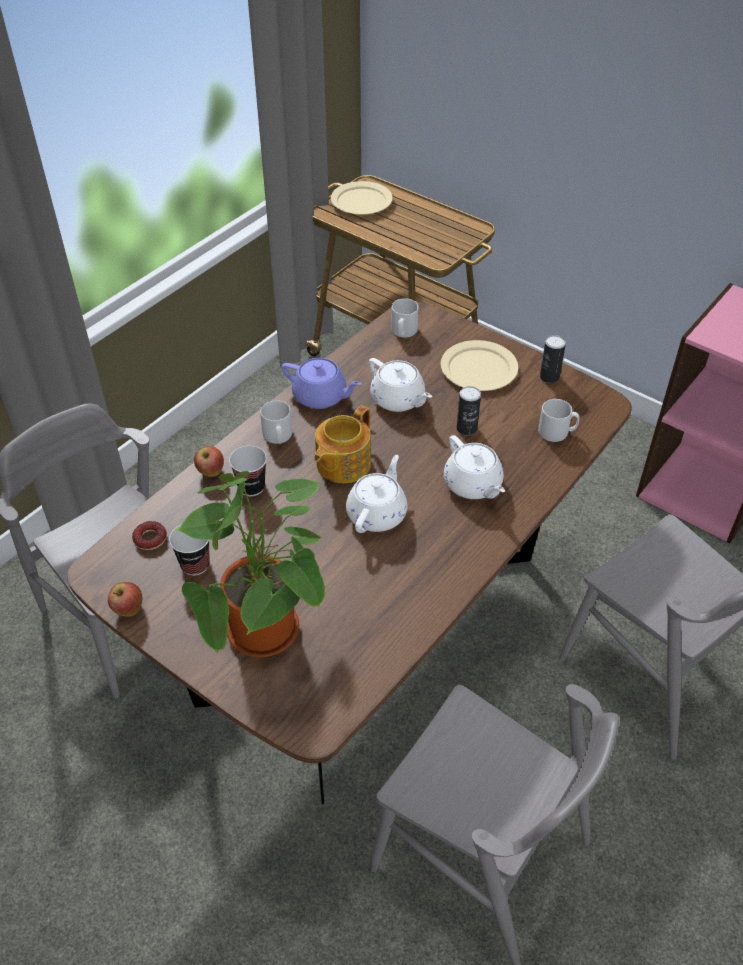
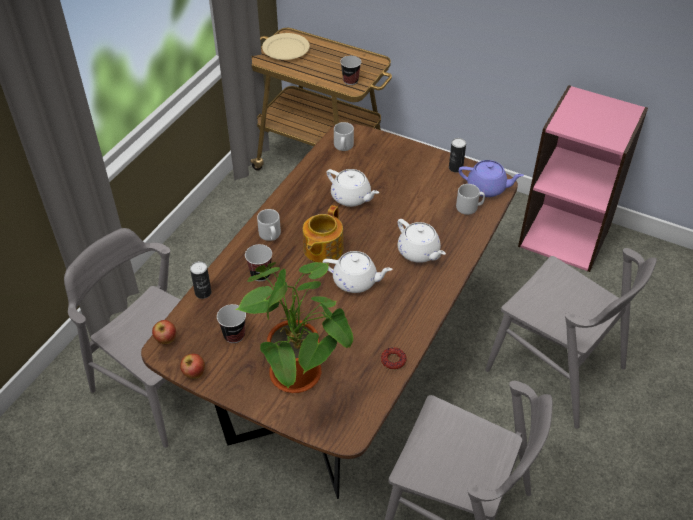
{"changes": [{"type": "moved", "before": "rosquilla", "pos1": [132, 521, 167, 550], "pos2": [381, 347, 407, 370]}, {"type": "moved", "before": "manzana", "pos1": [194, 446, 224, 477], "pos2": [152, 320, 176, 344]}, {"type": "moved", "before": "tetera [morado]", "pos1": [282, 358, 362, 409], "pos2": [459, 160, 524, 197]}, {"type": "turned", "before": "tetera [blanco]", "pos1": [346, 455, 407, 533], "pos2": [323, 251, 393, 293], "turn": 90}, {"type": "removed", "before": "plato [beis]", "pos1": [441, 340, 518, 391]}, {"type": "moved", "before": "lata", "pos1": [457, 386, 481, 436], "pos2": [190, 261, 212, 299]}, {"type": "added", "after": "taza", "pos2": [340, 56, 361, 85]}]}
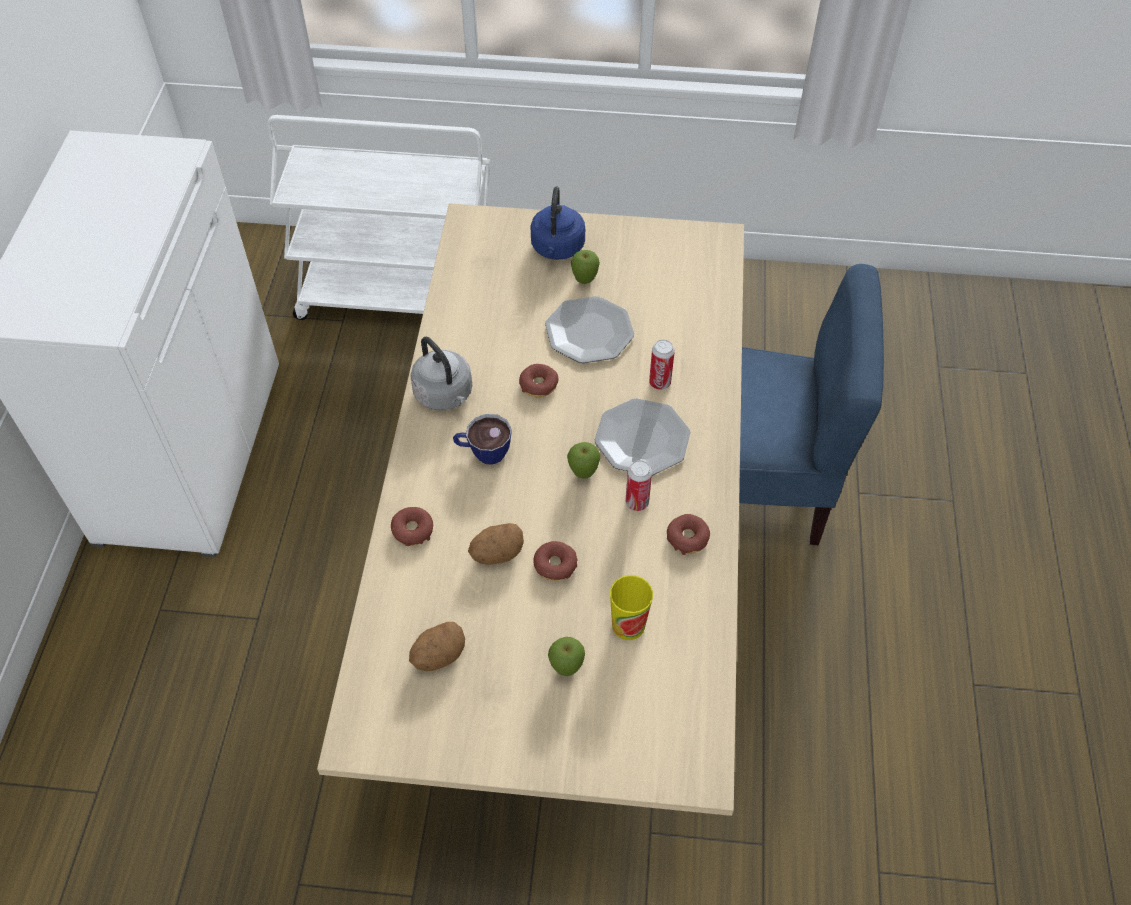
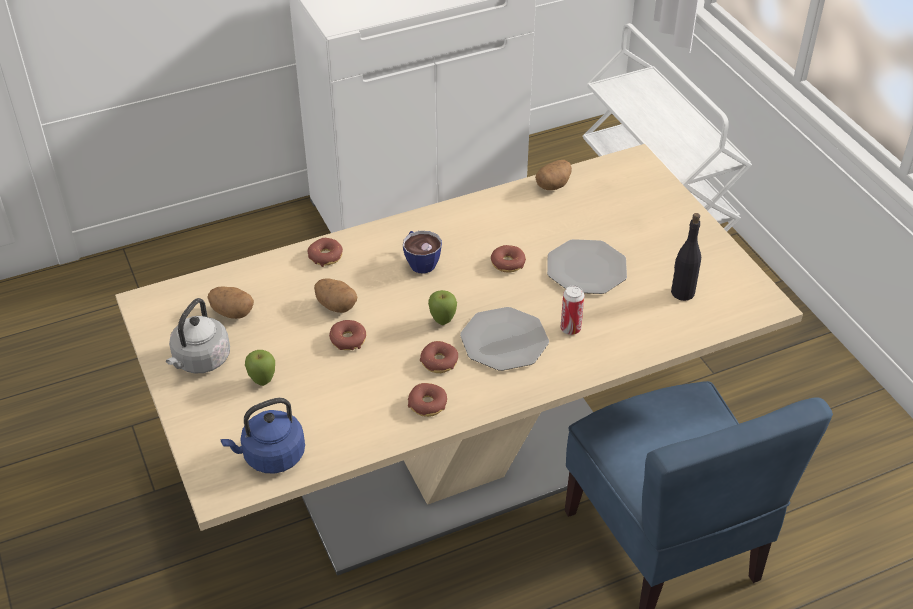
{"changes": [{"type": "moved", "before": "hervidor [gris]", "pos1": [410, 337, 472, 411], "pos2": [166, 298, 230, 374]}, {"type": "moved", "before": "hervidor [azul]", "pos1": [530, 186, 585, 260], "pos2": [220, 398, 305, 473]}, {"type": "removed", "before": "manzana", "pos1": [571, 250, 600, 284]}, {"type": "removed", "before": "taza", "pos1": [610, 575, 653, 640]}, {"type": "replaced", "before": "lata", "after": "rosquilla", "pos1": [625, 460, 652, 511], "pos2": [420, 341, 458, 373]}, {"type": "added", "after": "patata", "pos2": [535, 160, 572, 190]}, {"type": "added", "after": "botella [negro]", "pos2": [671, 213, 701, 301]}]}
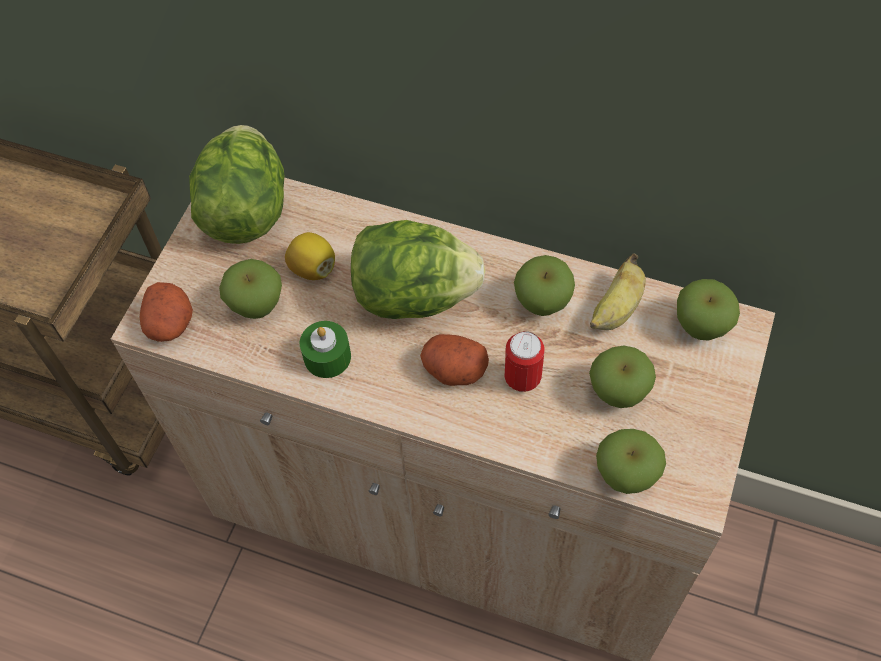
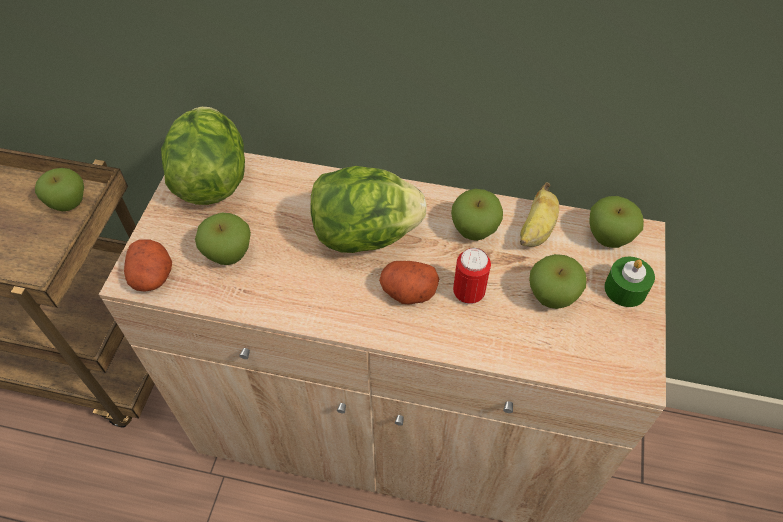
{"changes": [{"type": "removed", "before": "limón", "pos1": [285, 232, 335, 280]}, {"type": "moved", "before": "vela [verde]", "pos1": [300, 321, 351, 378], "pos2": [604, 257, 655, 307]}, {"type": "moved", "before": "manzana", "pos1": [596, 429, 666, 494], "pos2": [35, 168, 84, 211]}]}
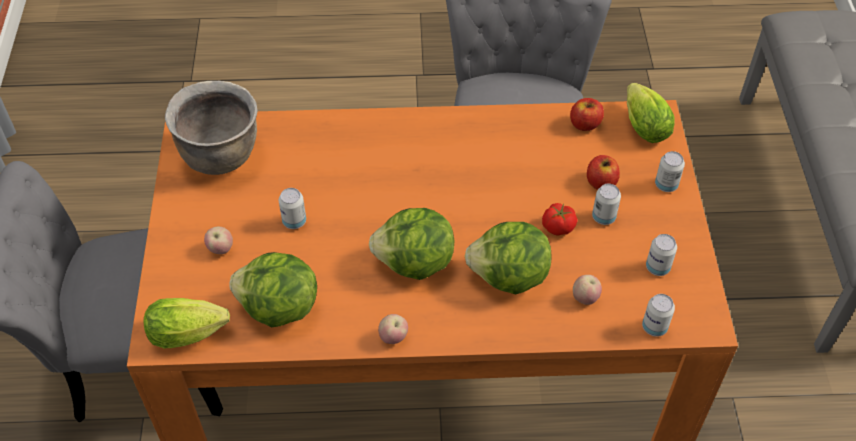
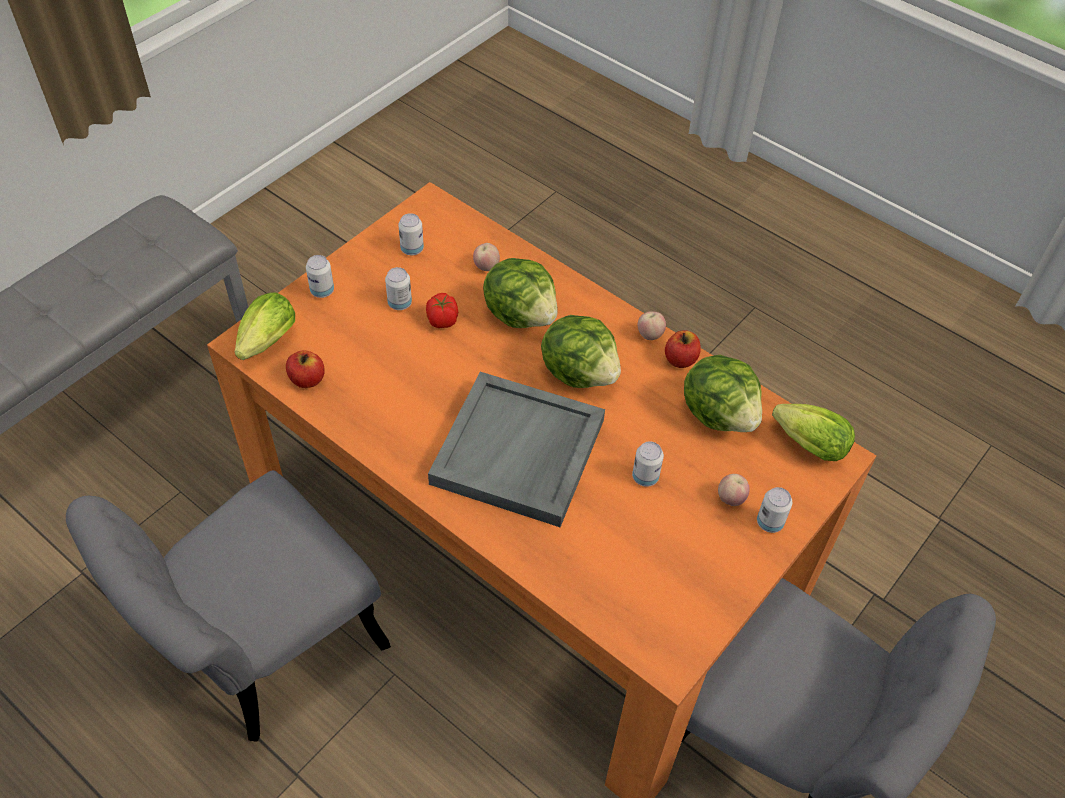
{"changes": [{"type": "removed", "before": "olla [marrón]", "pos1": [165, 81, 258, 175]}, {"type": "moved", "before": "manzana", "pos1": [587, 155, 620, 190], "pos2": [665, 330, 701, 368]}, {"type": "moved", "before": "lata", "pos1": [642, 294, 675, 337], "pos2": [757, 487, 792, 533]}, {"type": "added", "after": "bandeja [gris]", "pos2": [428, 372, 605, 527]}]}
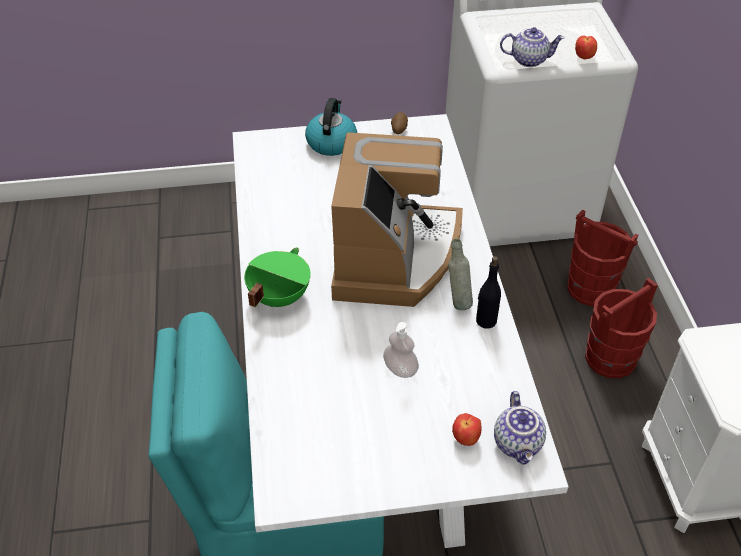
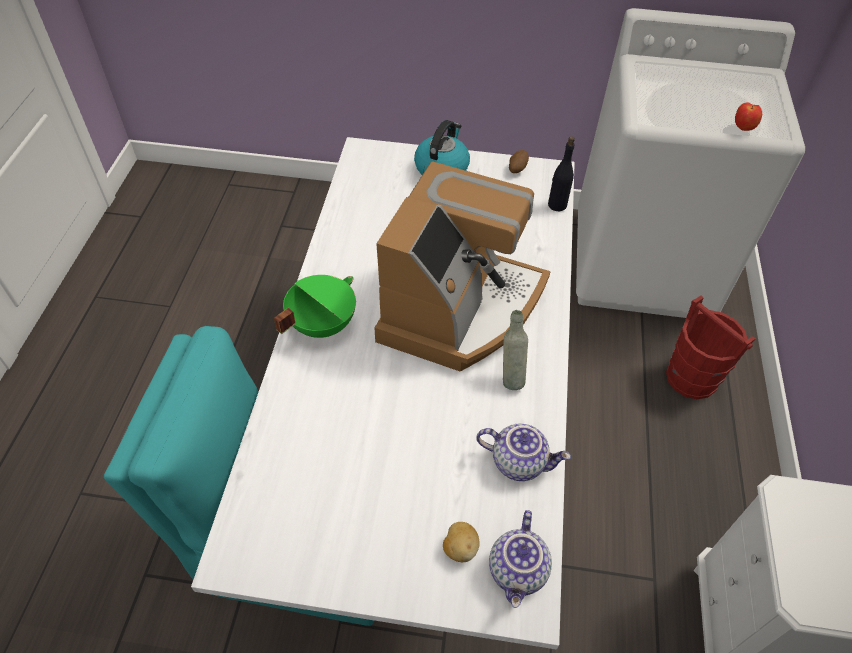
{"changes": [{"type": "removed", "before": "dispensador de jabón", "pos1": [383, 322, 419, 378]}, {"type": "replaced", "before": "manzana", "after": "patata", "pos1": [452, 413, 482, 446], "pos2": [443, 522, 480, 562]}, {"type": "moved", "before": "botella [negro]", "pos1": [476, 256, 501, 329], "pos2": [548, 136, 575, 211]}, {"type": "moved", "before": "tetera", "pos1": [500, 27, 565, 67], "pos2": [477, 423, 571, 481]}, {"type": "removed", "before": "cubo [rojo]", "pos1": [585, 278, 658, 378]}]}
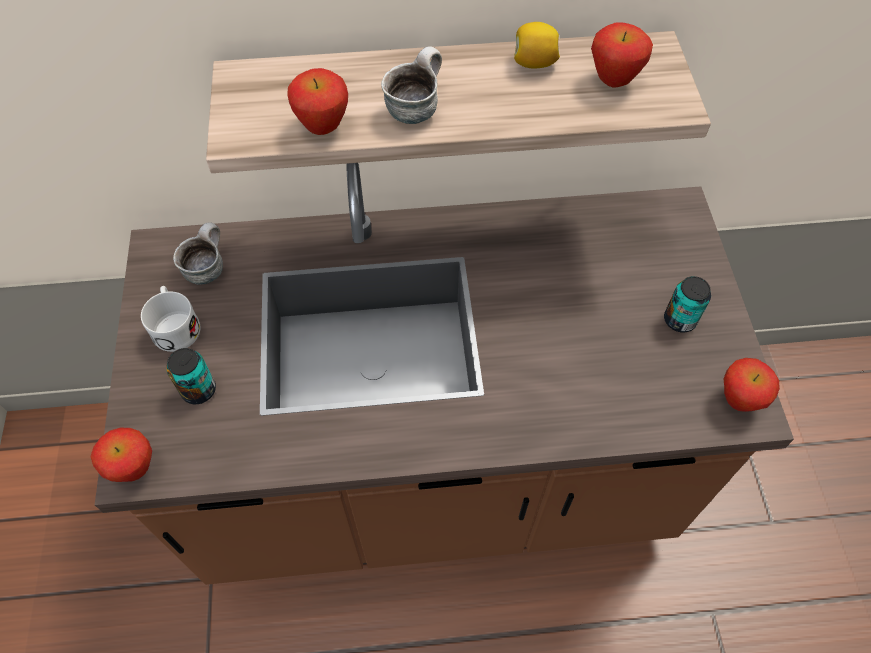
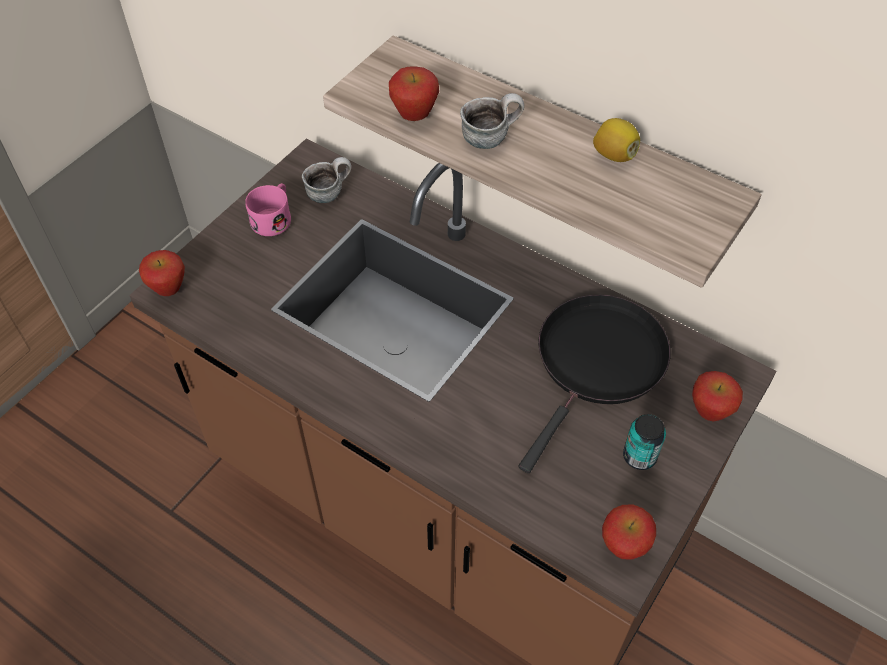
{"changes": [{"type": "recoloured", "before": "taza grande [blanco]", "after": "taza grande [rosa]", "pos1": [141, 286, 200, 352], "pos2": [245, 183, 291, 236]}, {"type": "removed", "before": "lata", "pos1": [166, 348, 216, 404]}, {"type": "moved", "before": "manzana", "pos1": [591, 23, 653, 87], "pos2": [692, 371, 743, 421]}, {"type": "added", "after": "sartén [negro]", "pos2": [518, 295, 671, 473]}]}
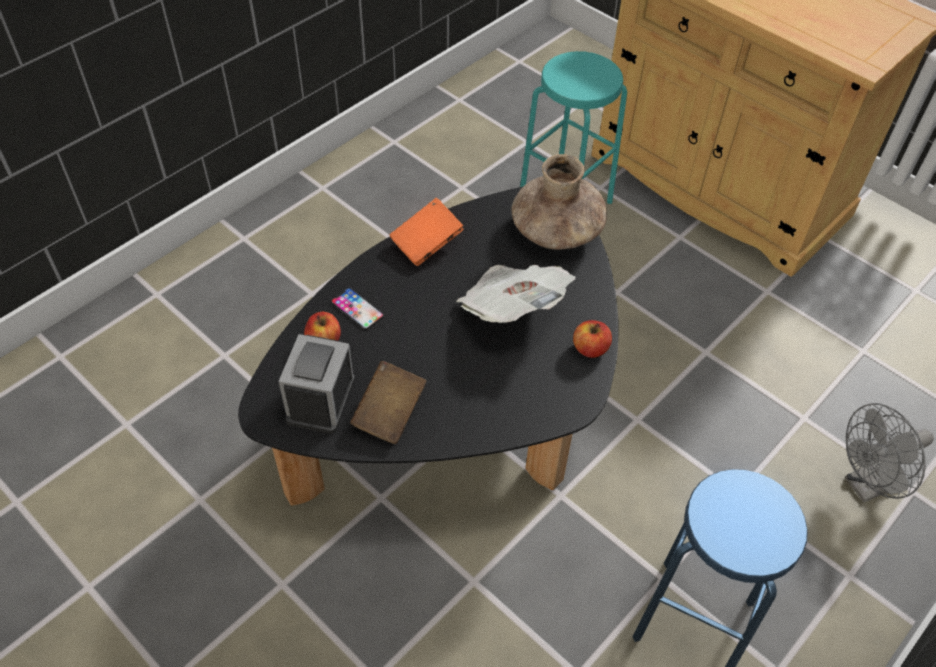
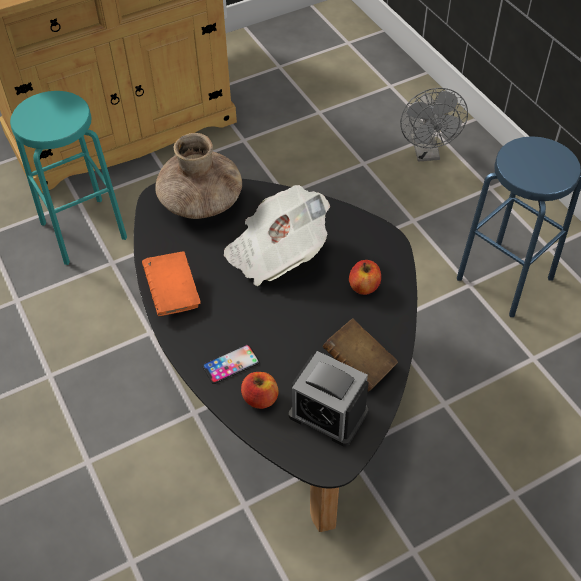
{"changes": [{"type": "moved", "before": "manzana", "pos1": [573, 320, 612, 358], "pos2": [349, 260, 381, 295]}]}
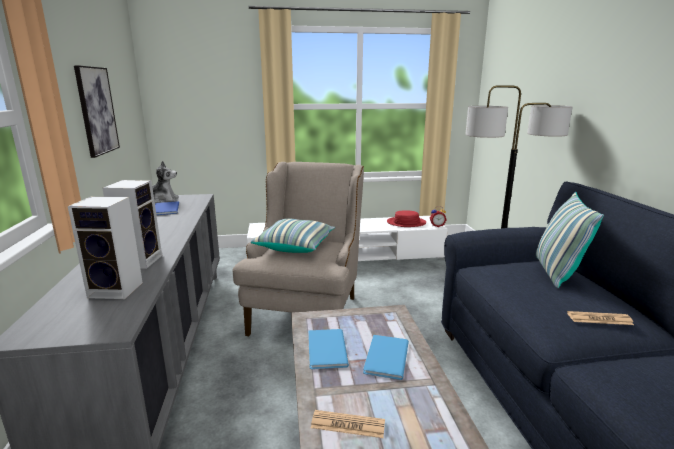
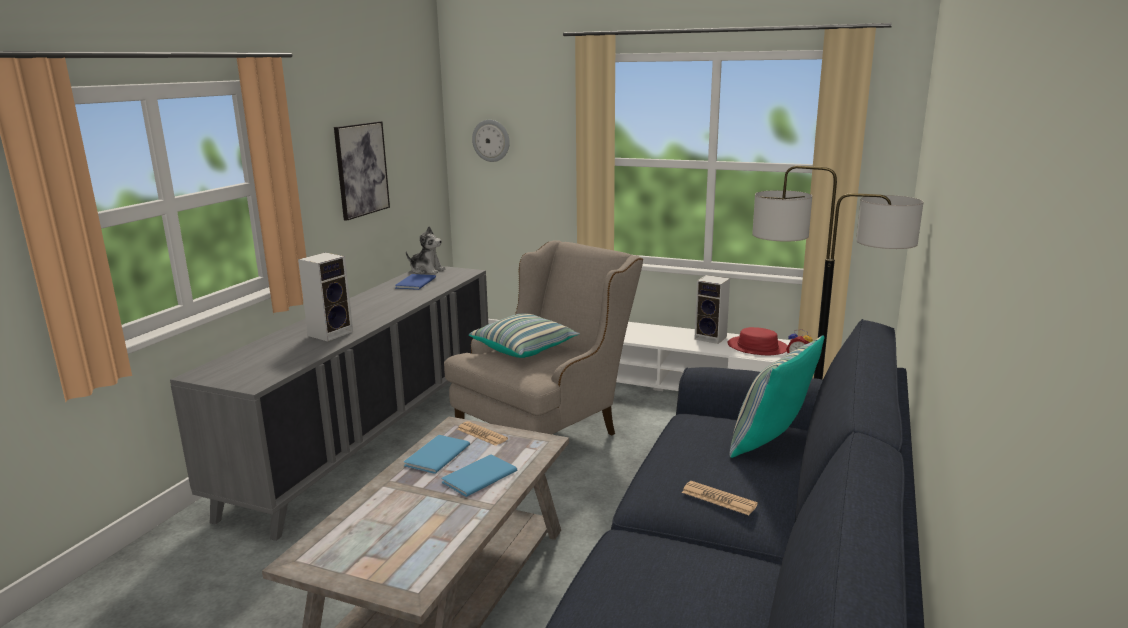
{"changes": [{"type": "moved", "before": "altavoz", "pos1": [68, 196, 143, 299], "pos2": [694, 275, 730, 344]}, {"type": "moved", "before": "periódico", "pos1": [311, 410, 385, 438], "pos2": [457, 421, 508, 446]}, {"type": "added", "after": "reloj de pared", "pos2": [472, 120, 510, 162]}]}
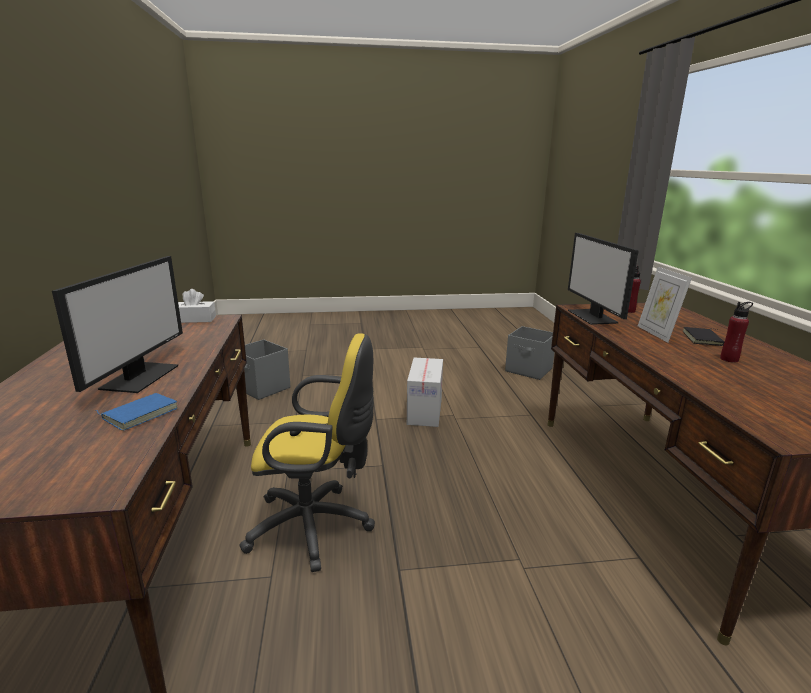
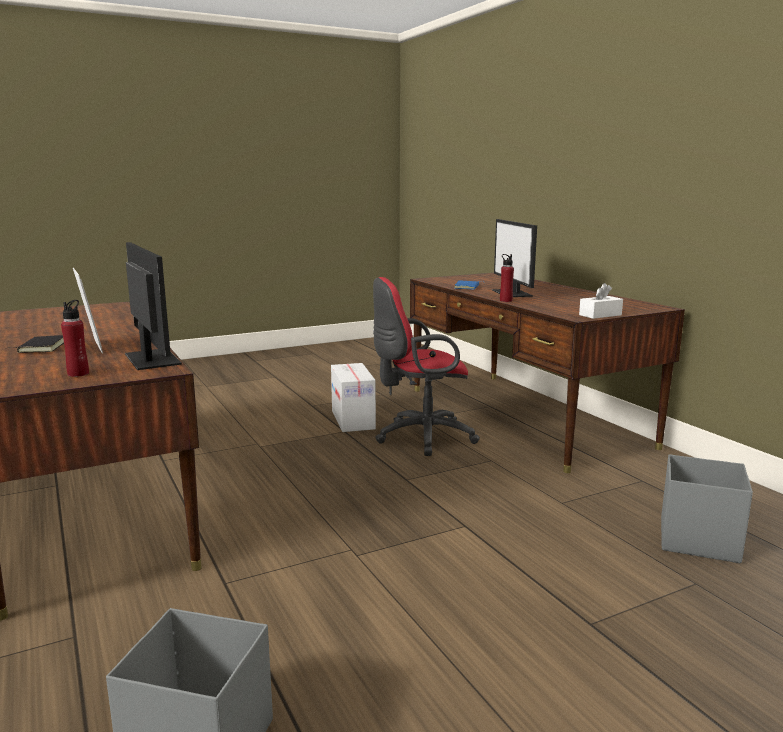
{"changes": [{"type": "recoloured", "before": "silla de oficina [amarillo]", "after": "silla de oficina [rojo]", "pos1": [240, 333, 375, 572], "pos2": [373, 277, 480, 456]}, {"type": "moved", "before": "caja de cartón", "pos1": [407, 358, 443, 427], "pos2": [331, 363, 376, 432]}, {"type": "moved", "before": "botella [rojo]", "pos1": [720, 302, 753, 363], "pos2": [500, 254, 514, 302]}]}
